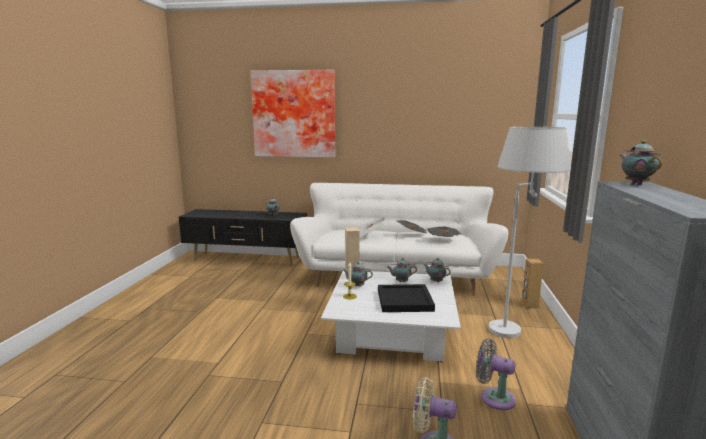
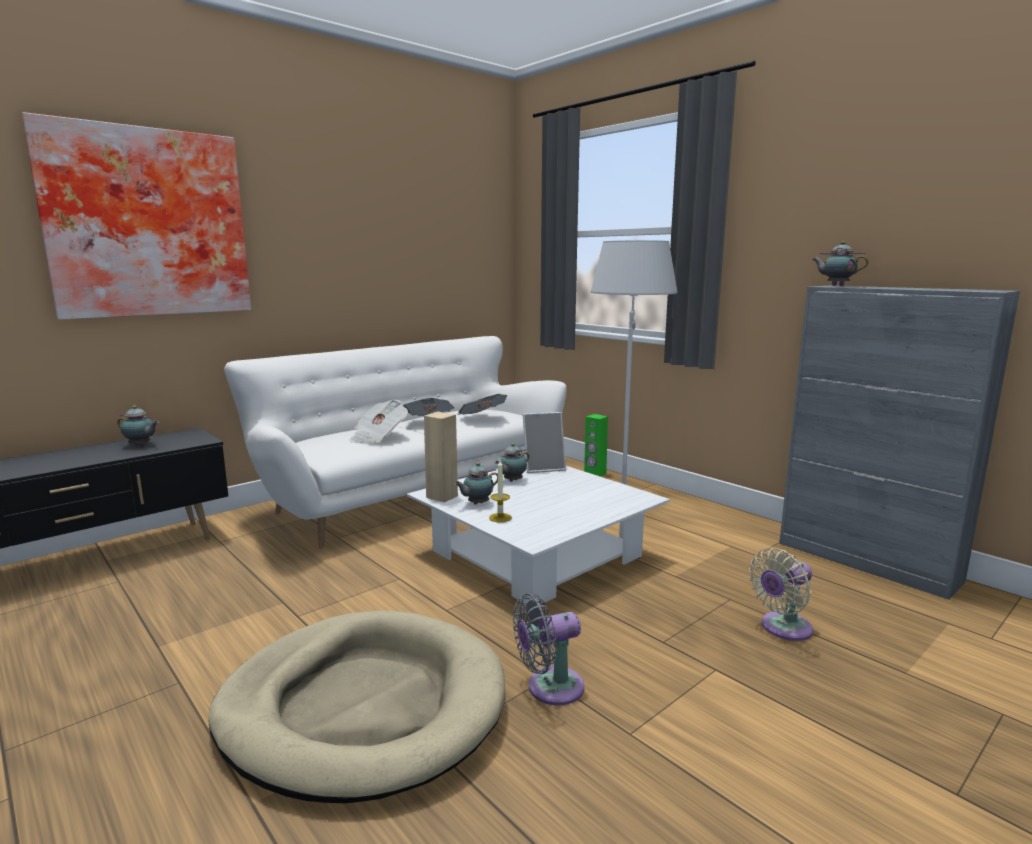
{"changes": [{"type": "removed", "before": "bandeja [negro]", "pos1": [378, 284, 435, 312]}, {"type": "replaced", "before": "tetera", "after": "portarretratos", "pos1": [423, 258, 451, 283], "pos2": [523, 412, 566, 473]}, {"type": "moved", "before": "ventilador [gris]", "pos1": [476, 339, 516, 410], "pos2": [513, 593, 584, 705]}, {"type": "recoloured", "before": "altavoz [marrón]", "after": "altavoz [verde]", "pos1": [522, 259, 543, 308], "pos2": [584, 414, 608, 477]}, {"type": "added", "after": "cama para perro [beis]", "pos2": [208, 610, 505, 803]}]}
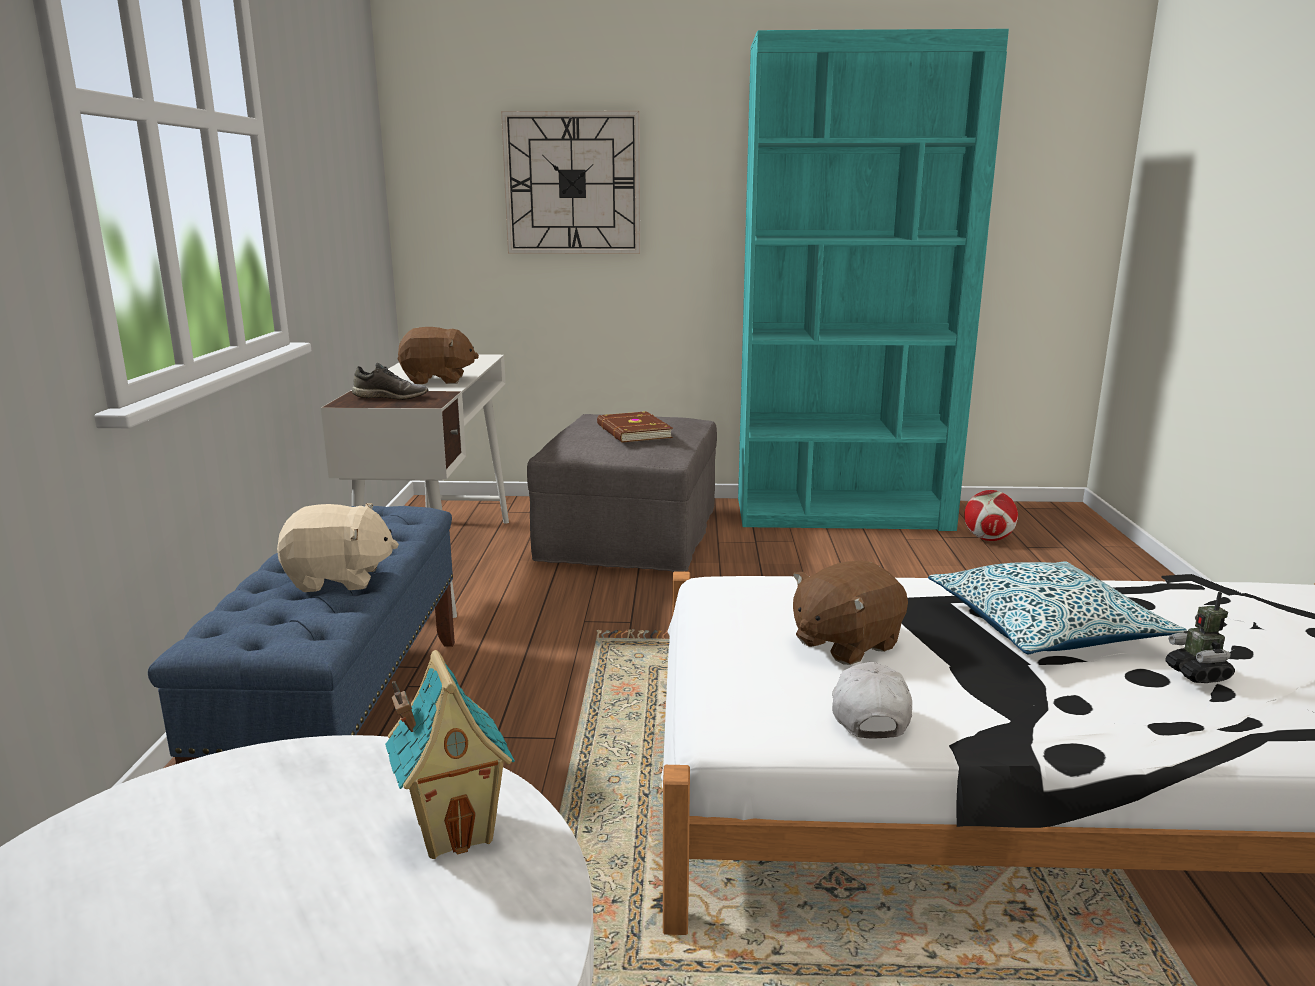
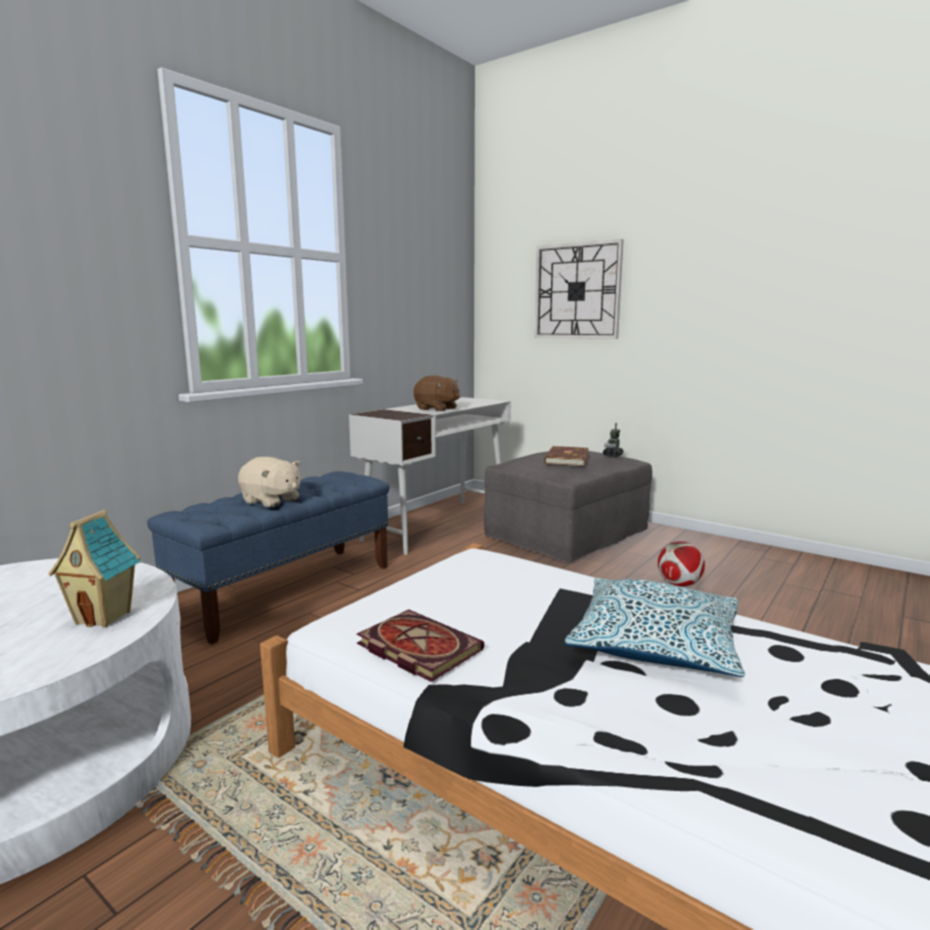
{"changes": [{"type": "removed", "before": "zapato [gris]", "pos1": [352, 363, 428, 400]}, {"type": "removed", "before": "estantería [turquesa]", "pos1": [738, 29, 1009, 531]}, {"type": "removed", "before": "peluche [marrón]", "pos1": [793, 560, 908, 665]}, {"type": "replaced", "before": "gorra [blanco]", "after": "libro", "pos1": [832, 662, 912, 739], "pos2": [357, 609, 484, 682]}, {"type": "moved", "before": "balón de fútbol", "pos1": [964, 490, 1018, 541], "pos2": [658, 541, 705, 587]}, {"type": "moved", "before": "robot de juguete", "pos1": [1165, 592, 1235, 683], "pos2": [603, 423, 624, 457]}]}
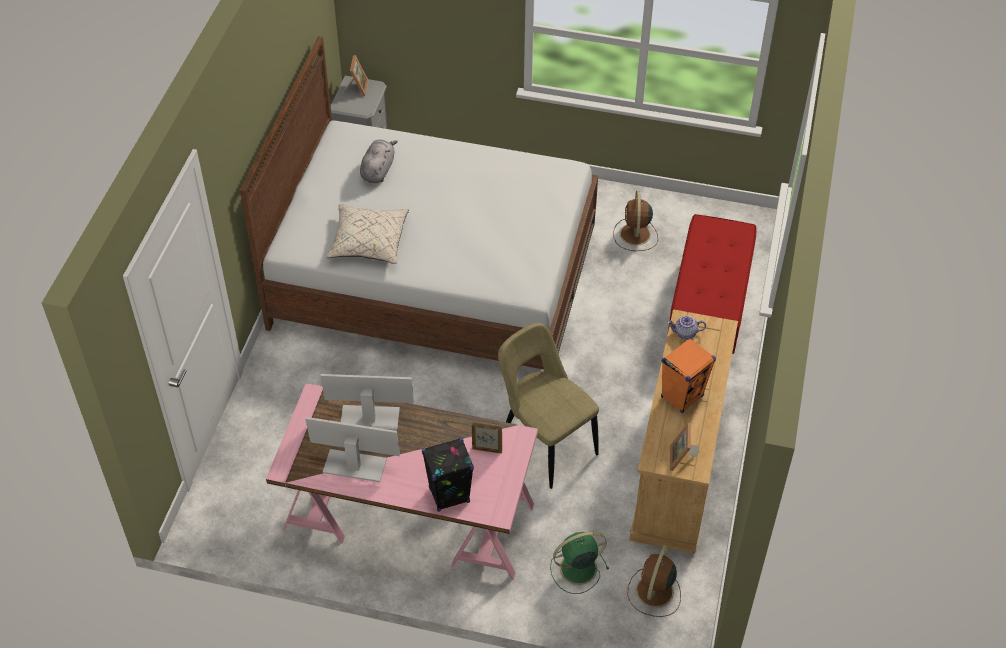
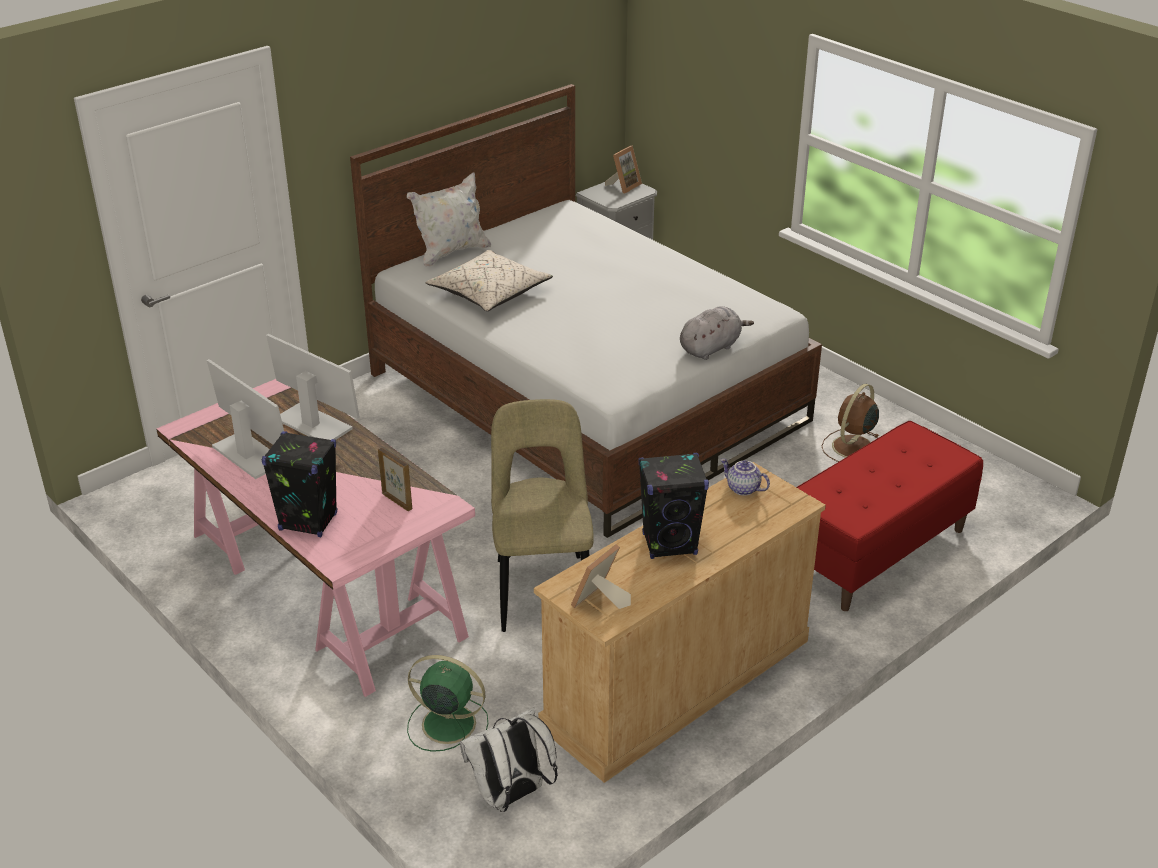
{"changes": [{"type": "moved", "before": "peluche [gris]", "pos1": [360, 140, 398, 183], "pos2": [680, 306, 754, 360]}, {"type": "replaced", "before": "ventilador [marrón]", "after": "mochila [blanco]", "pos1": [628, 545, 681, 617], "pos2": [460, 707, 558, 812]}, {"type": "recoloured", "before": "altavoz [naranja]", "after": "altavoz [negro]", "pos1": [661, 338, 716, 413], "pos2": [639, 453, 709, 559]}, {"type": "added", "after": "cojín [blanco]", "pos2": [407, 173, 491, 267]}]}
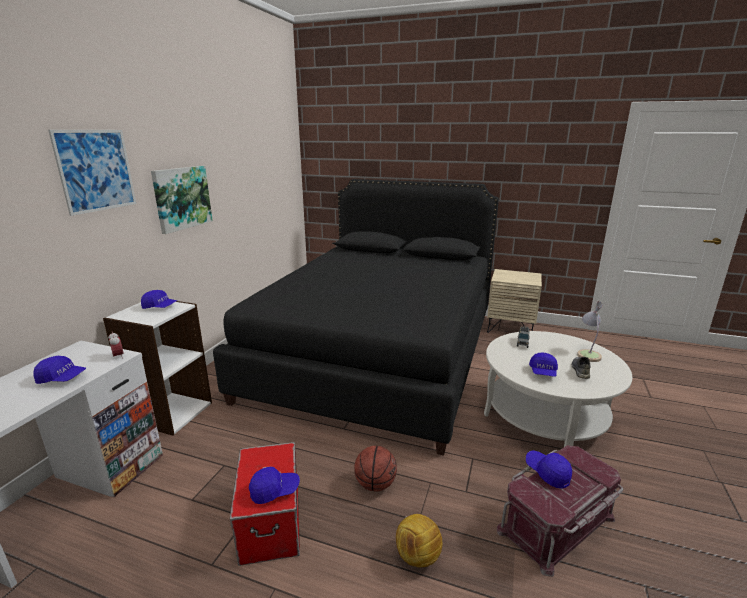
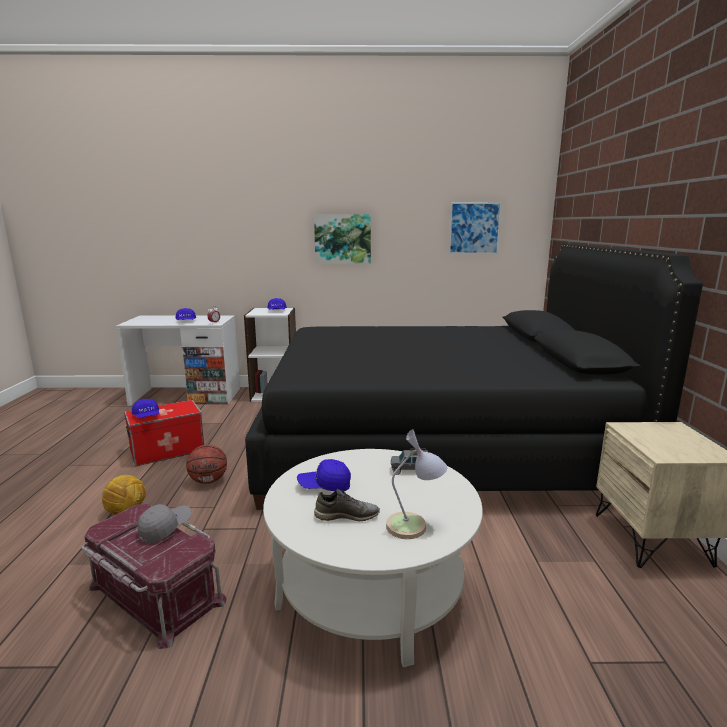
{"changes": [{"type": "moved", "before": "cuadro", "pos1": [48, 130, 136, 216], "pos2": [448, 202, 502, 254]}, {"type": "recoloured", "before": "gorra [azul]", "after": "gorra [gris]", "pos1": [526, 451, 572, 489], "pos2": [137, 504, 192, 544]}]}
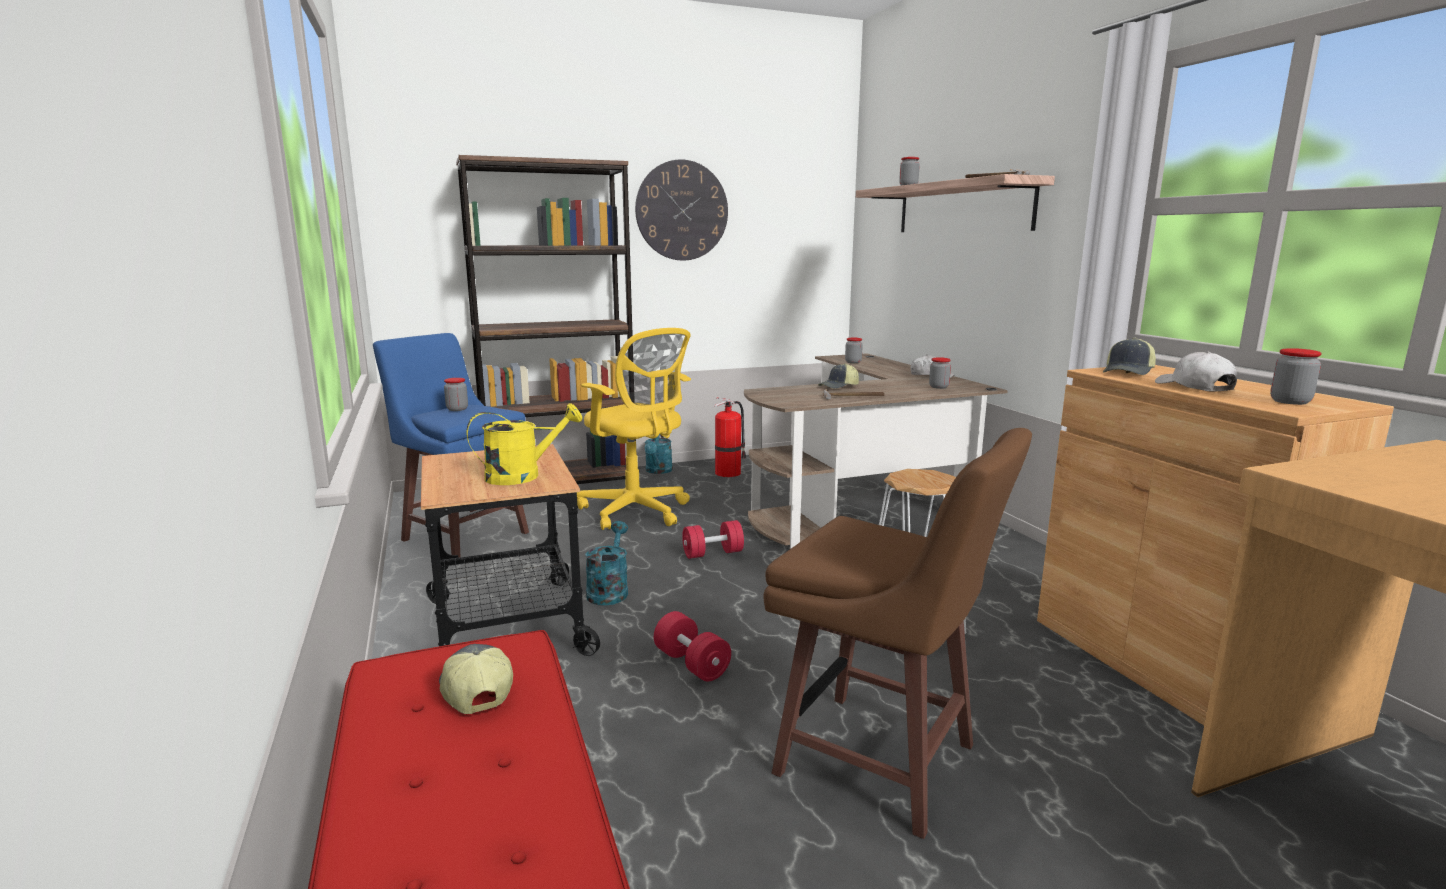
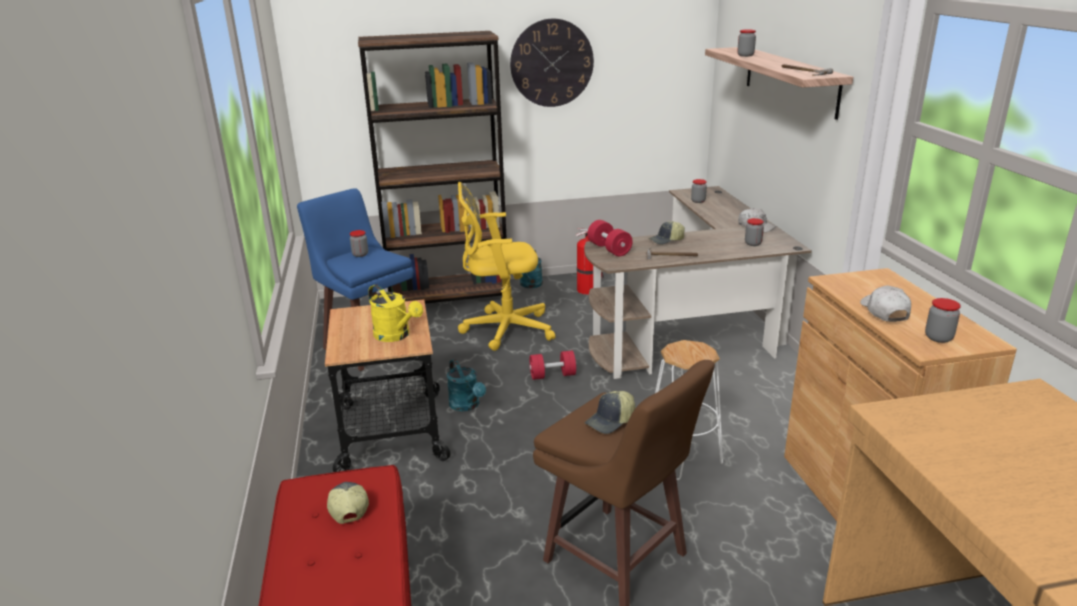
{"changes": [{"type": "turned", "before": "regadera [amarillo]", "pos1": [466, 403, 582, 485], "pos2": [369, 284, 423, 342], "turn": 60}, {"type": "turned", "before": "silla de oficina [amarillo]", "pos1": [577, 328, 691, 530], "pos2": [458, 182, 555, 351], "turn": 120}, {"type": "turned", "before": "regadera [turquesa]", "pos1": [585, 521, 628, 606], "pos2": [447, 359, 486, 411], "turn": 135}, {"type": "moved", "before": "mancuerna [rojo]", "pos1": [654, 611, 731, 682], "pos2": [587, 220, 633, 256]}, {"type": "moved", "before": "gorra", "pos1": [1103, 337, 1156, 375], "pos2": [585, 391, 635, 434]}]}
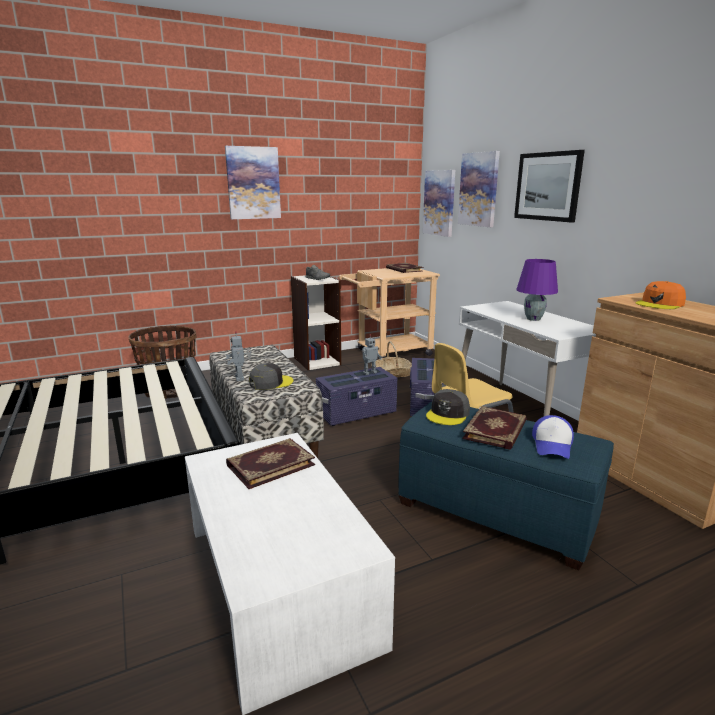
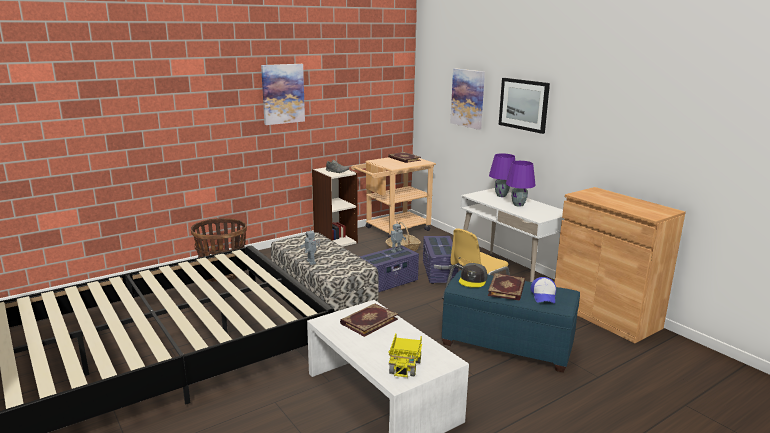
{"changes": [{"type": "removed", "before": "gorra [gris]", "pos1": [249, 363, 294, 390]}, {"type": "removed", "before": "cuadro", "pos1": [423, 170, 455, 237]}, {"type": "removed", "before": "gorra [naranja]", "pos1": [636, 281, 686, 309]}, {"type": "added", "after": "camión de juguete", "pos2": [388, 333, 422, 378]}, {"type": "added", "after": "lámpara de mesa [morado]", "pos2": [489, 153, 515, 197]}]}
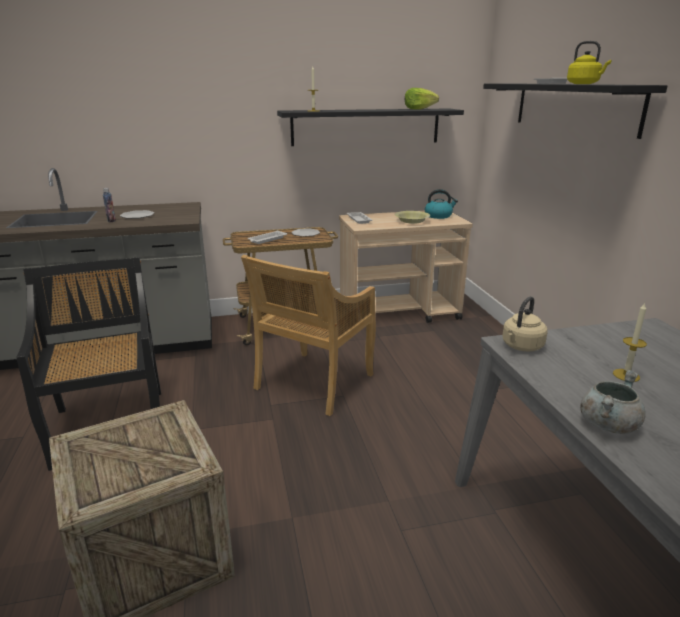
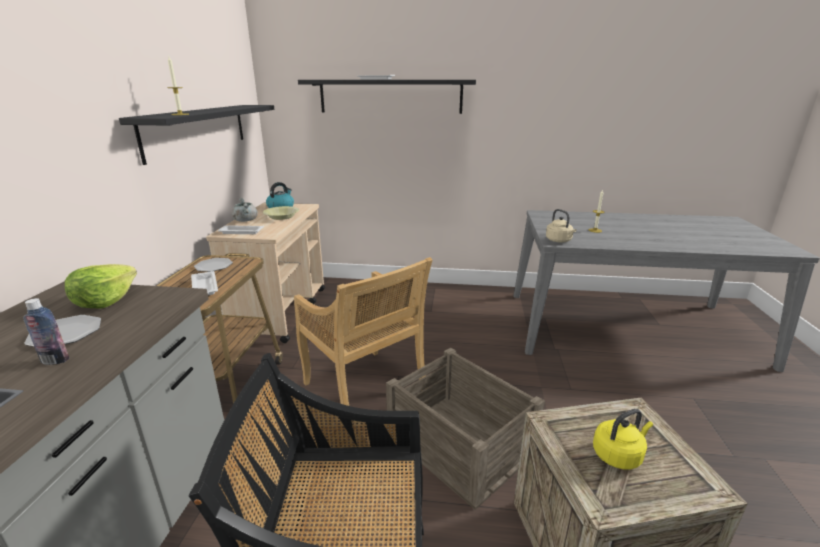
{"changes": [{"type": "moved", "before": "lechuga", "pos1": [405, 88, 439, 109], "pos2": [65, 264, 137, 309]}, {"type": "moved", "before": "hervidor [amarillo]", "pos1": [567, 41, 611, 84], "pos2": [593, 409, 653, 470]}, {"type": "moved", "before": "olla [gris]", "pos1": [580, 370, 646, 434], "pos2": [232, 198, 258, 222]}, {"type": "added", "after": "caja de embalaje", "pos2": [386, 348, 545, 510]}]}
